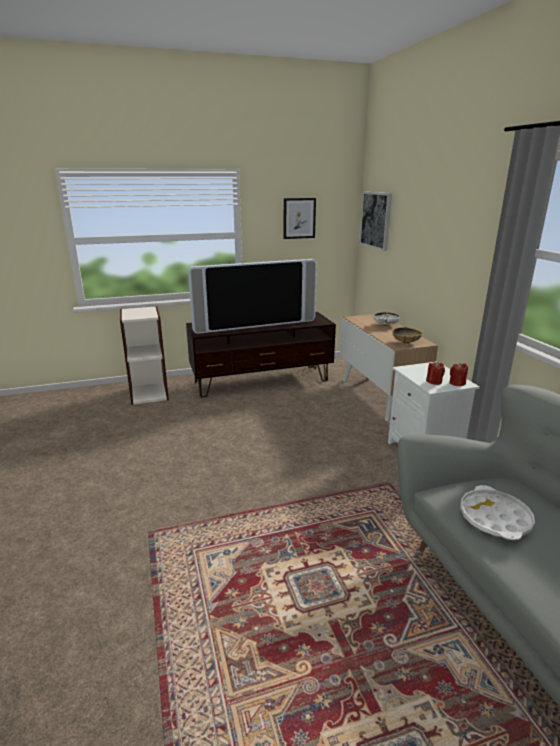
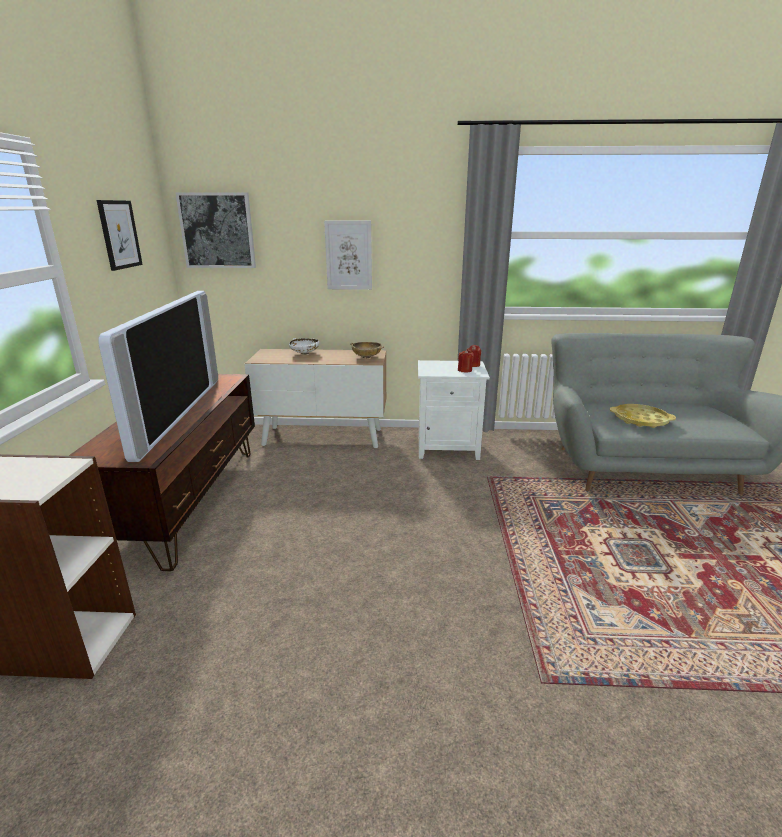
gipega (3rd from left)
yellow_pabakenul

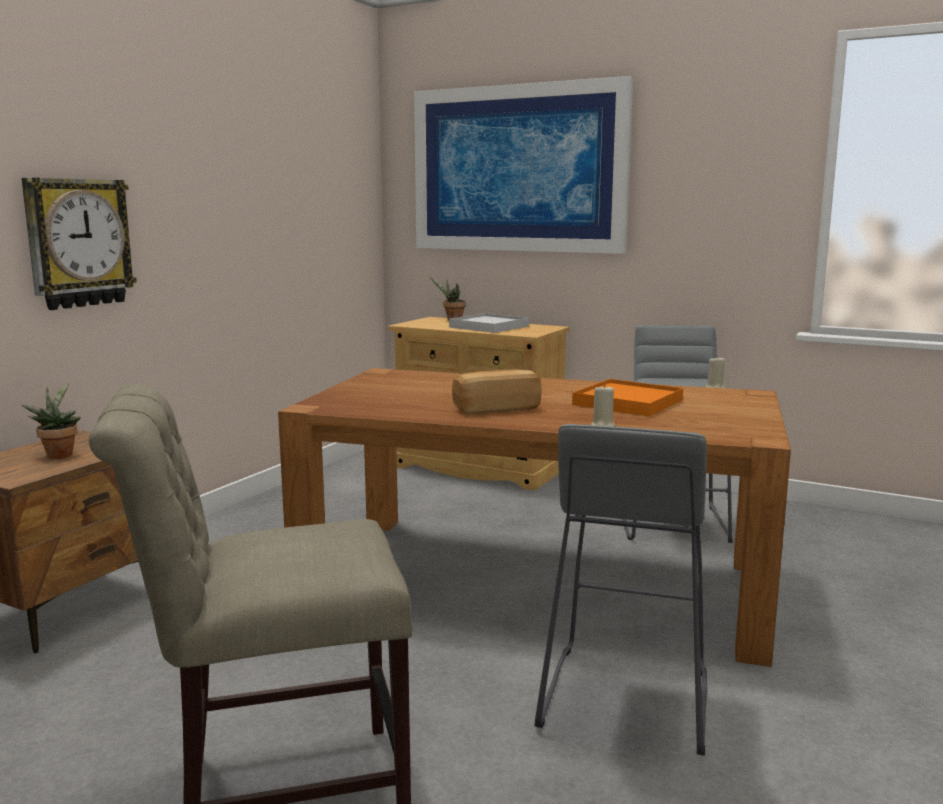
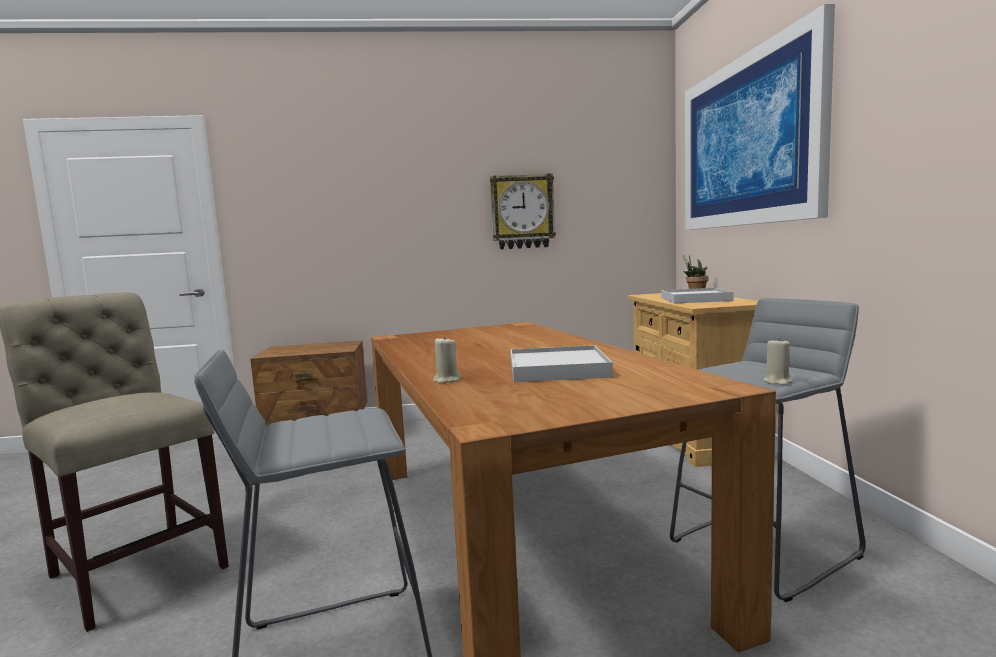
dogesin
white_pabakenul (1st from left)
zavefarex (1st from left in the first image)
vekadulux

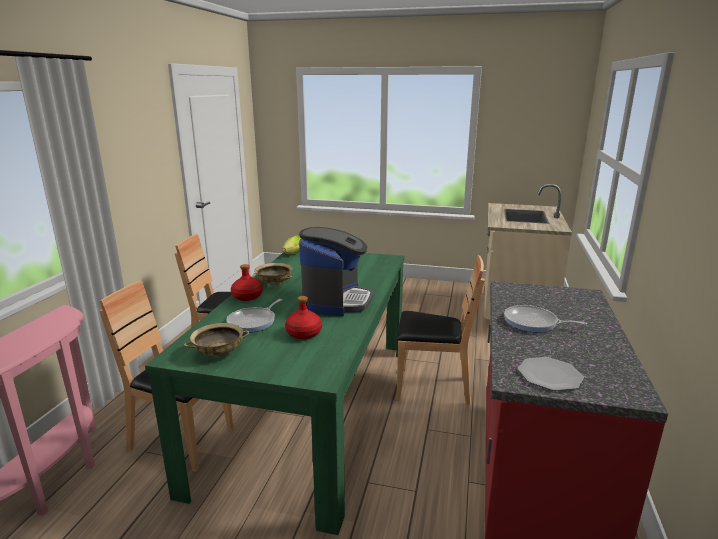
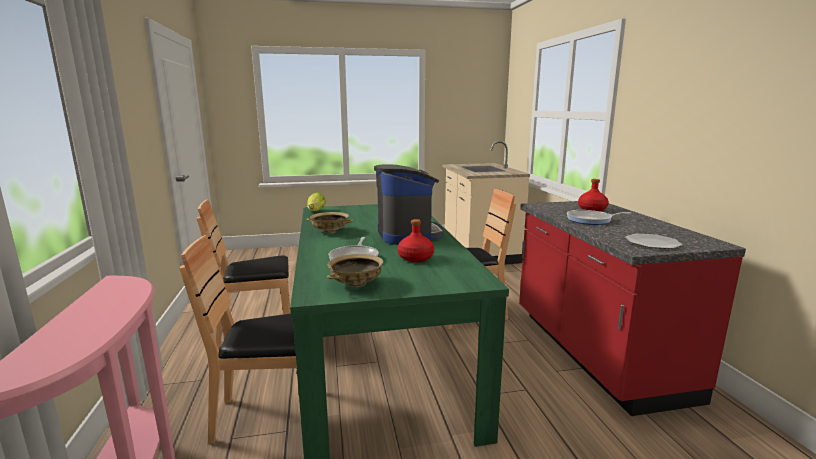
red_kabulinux (2nd from left)

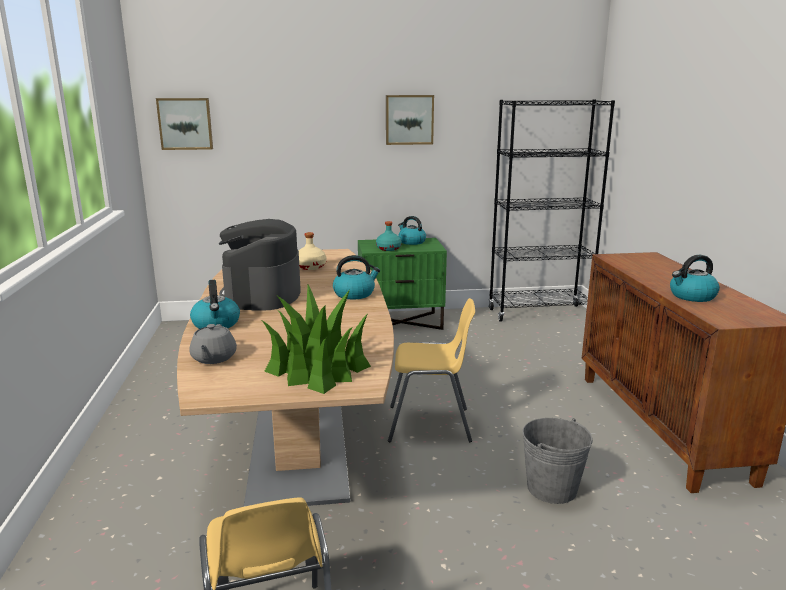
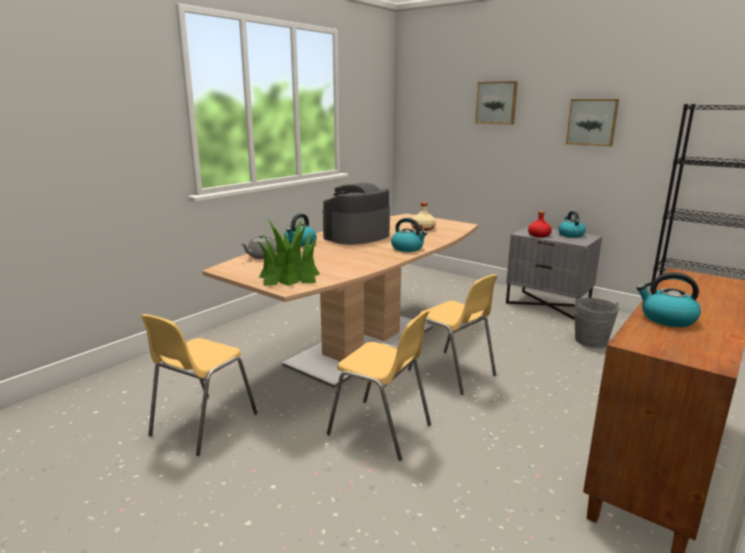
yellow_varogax (2nd from left)
gipega (1st from left)
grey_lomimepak
red_kabulinux
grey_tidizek

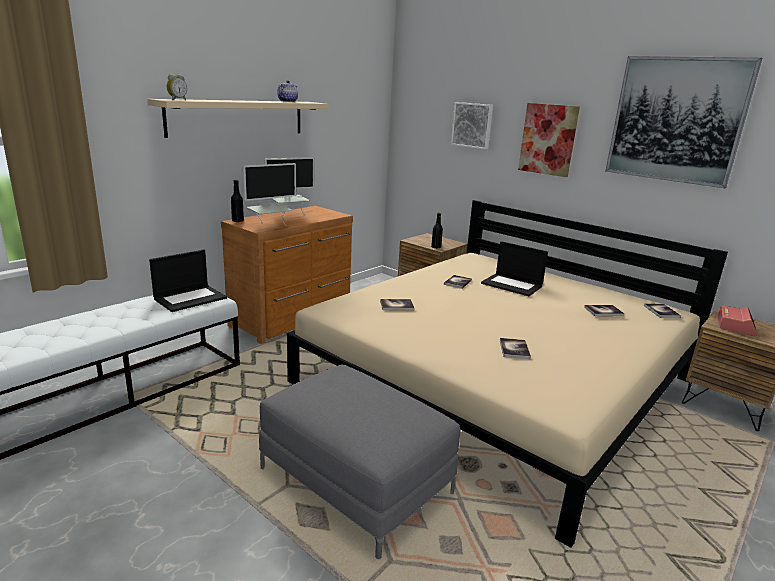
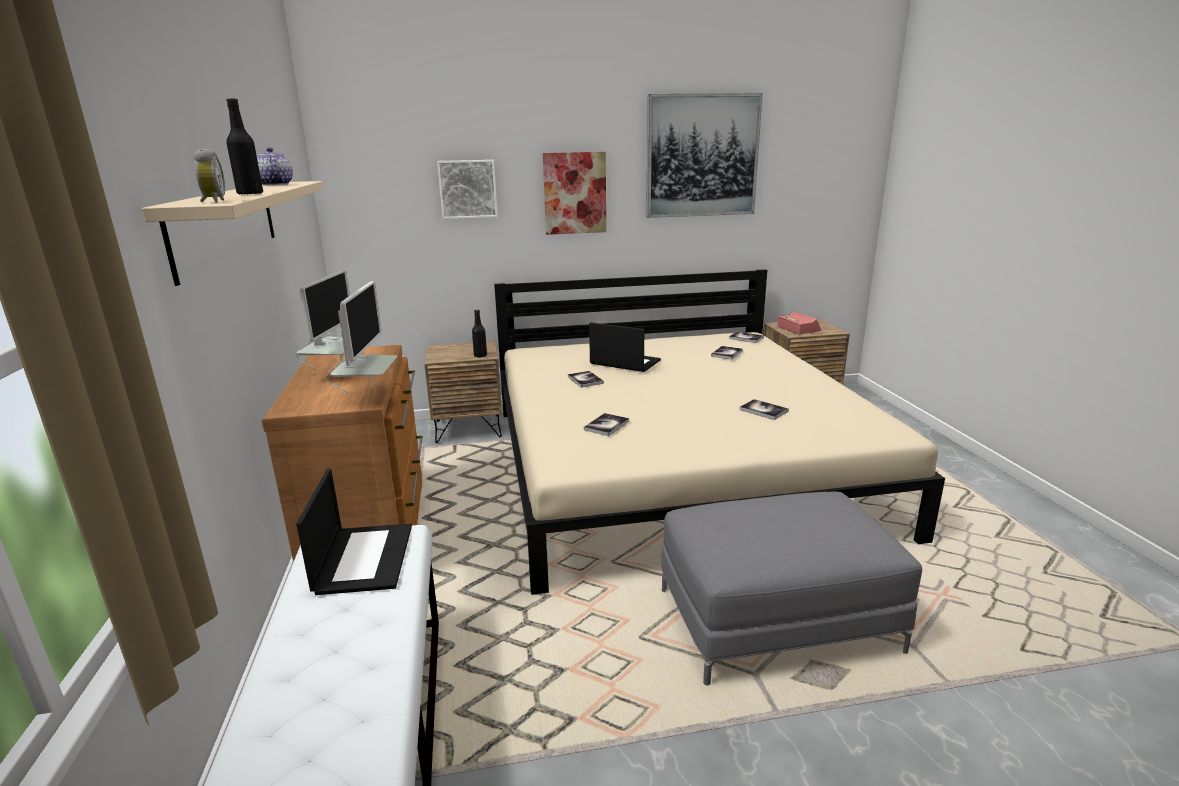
black_kabulinux (1st from left)
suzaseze (2nd from left)

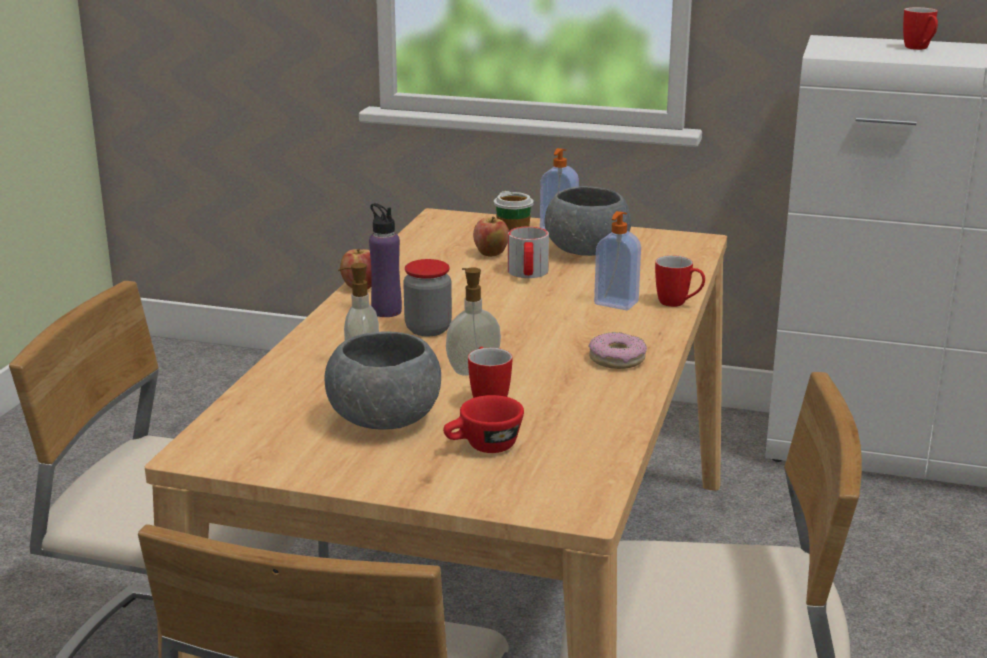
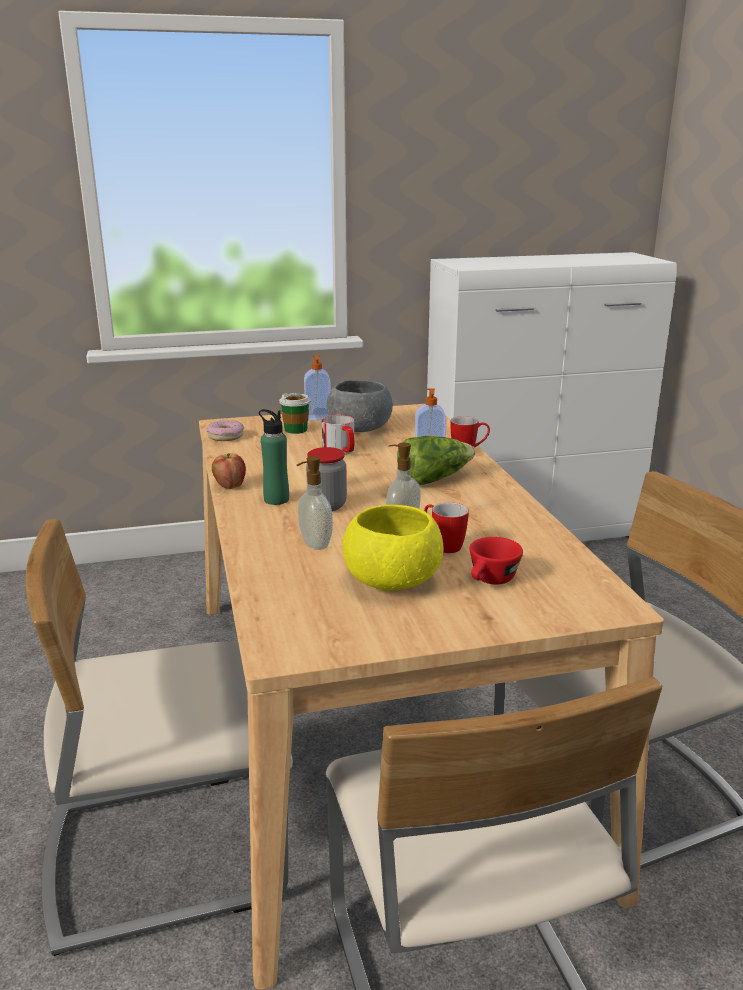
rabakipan
green_kabulinux
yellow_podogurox
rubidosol
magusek (2nd from left in the first image)
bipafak (4th from left in the first image)

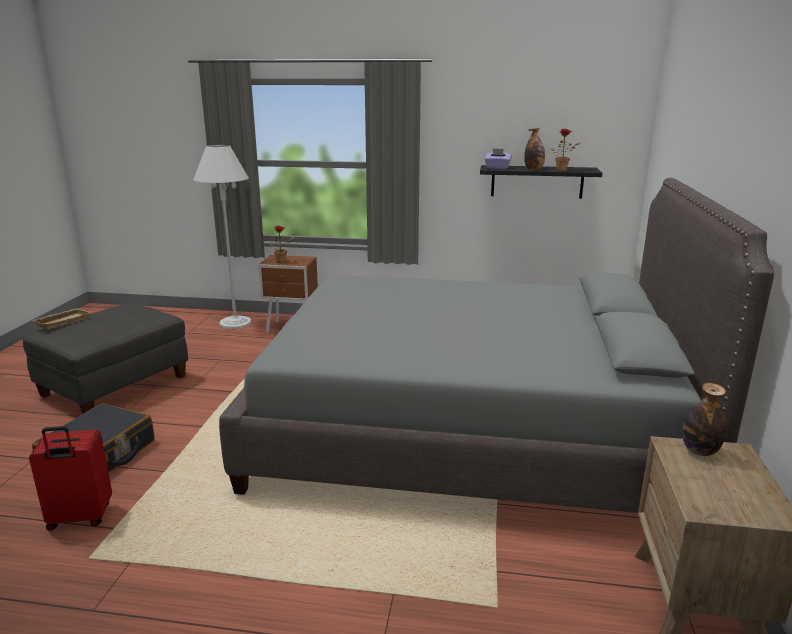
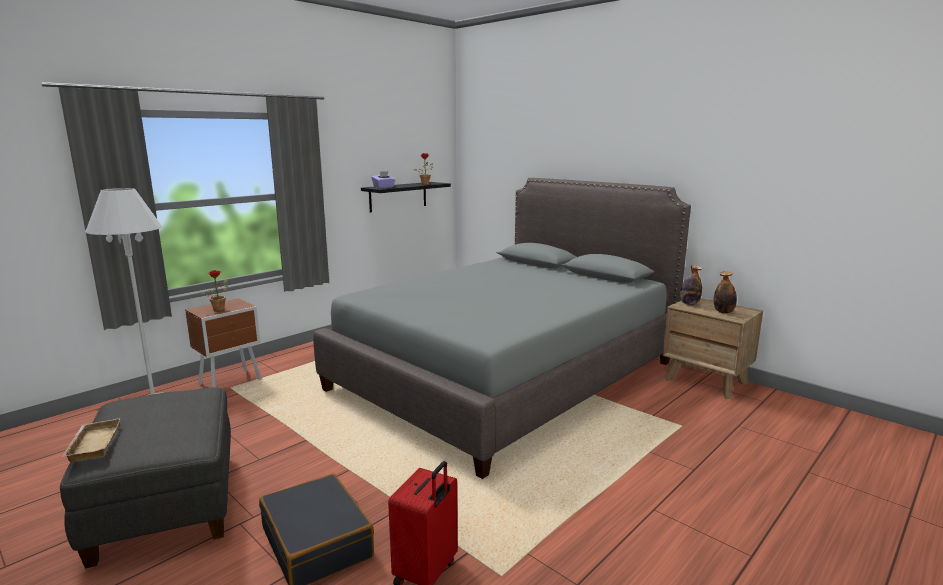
kabulinux (2nd from left)

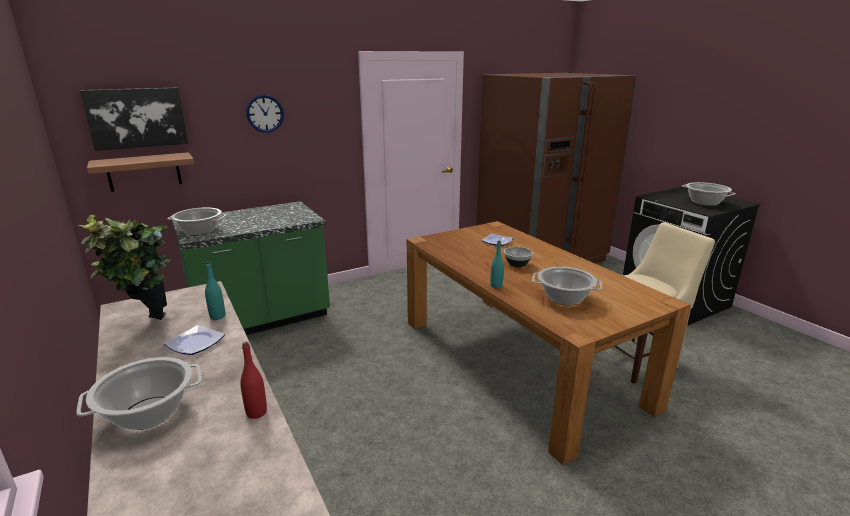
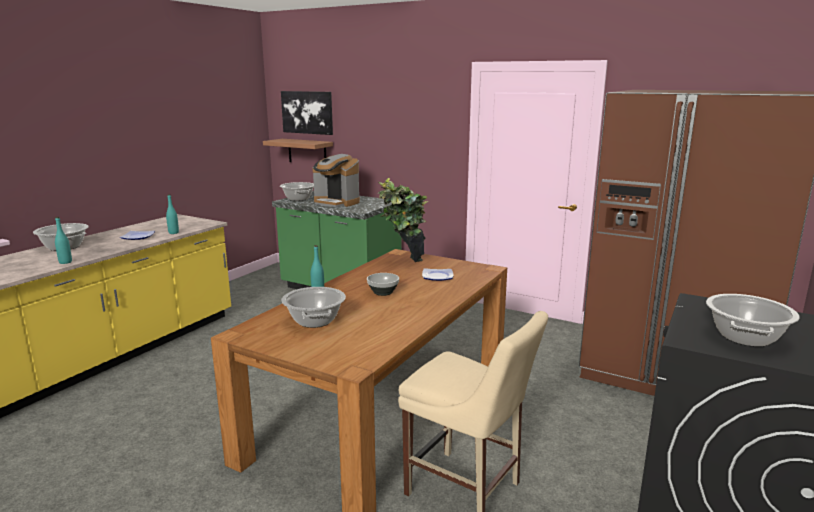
turquoise_kabulinux (1st from left)
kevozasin
zavefarex
dogesin

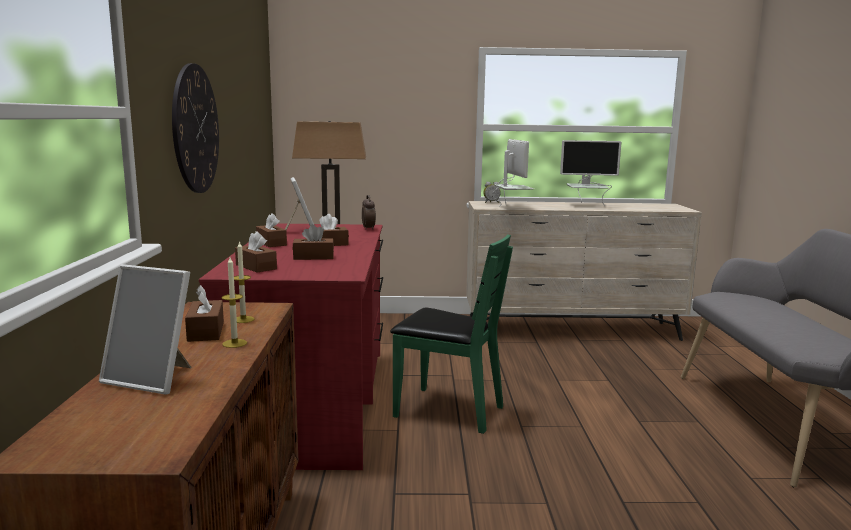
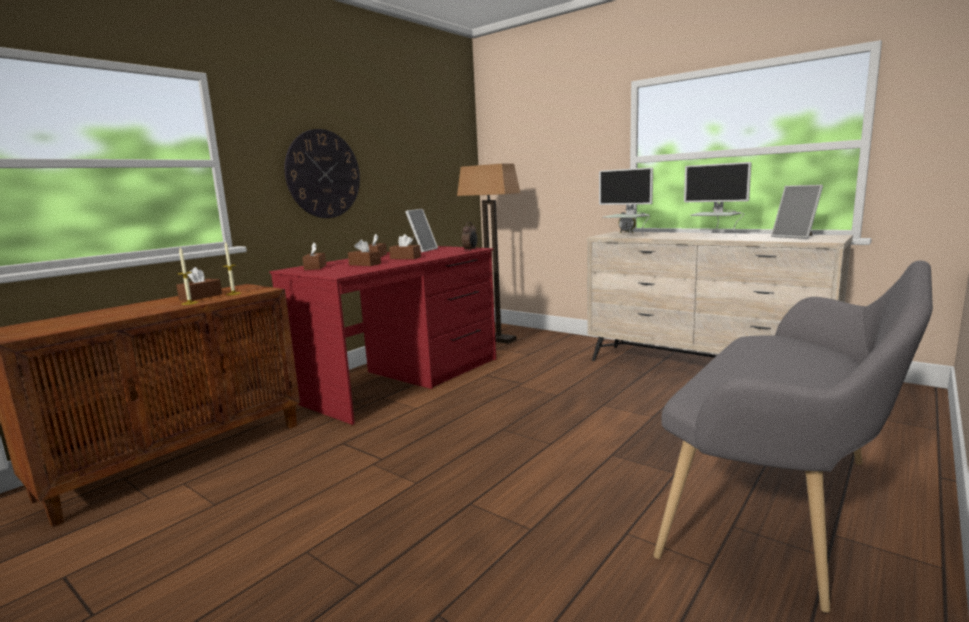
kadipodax (1st from left)
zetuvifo (2nd from left)
green_varogax

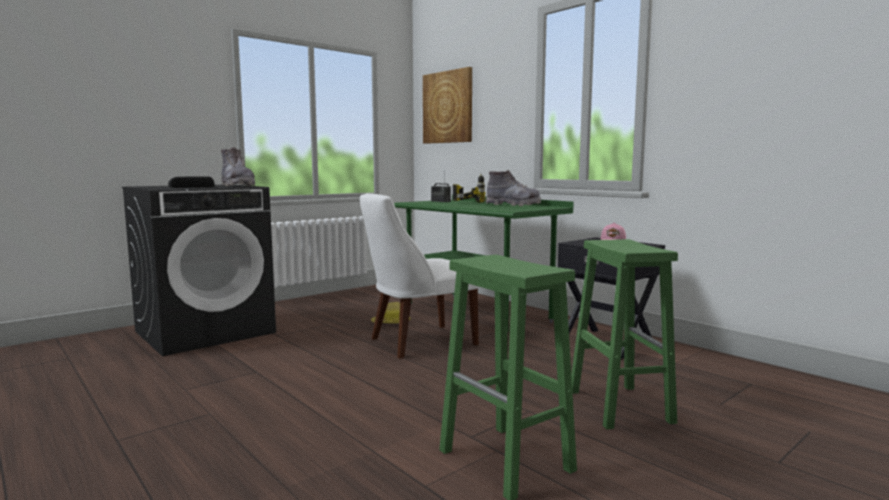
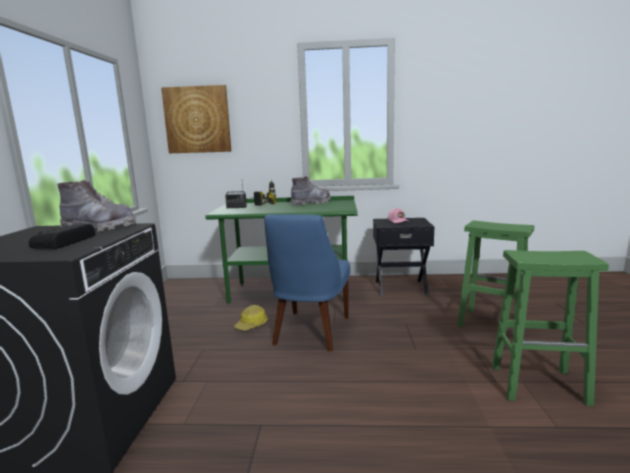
blue_varogax

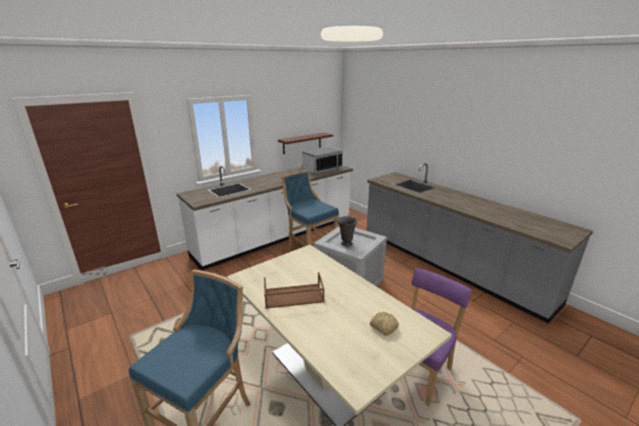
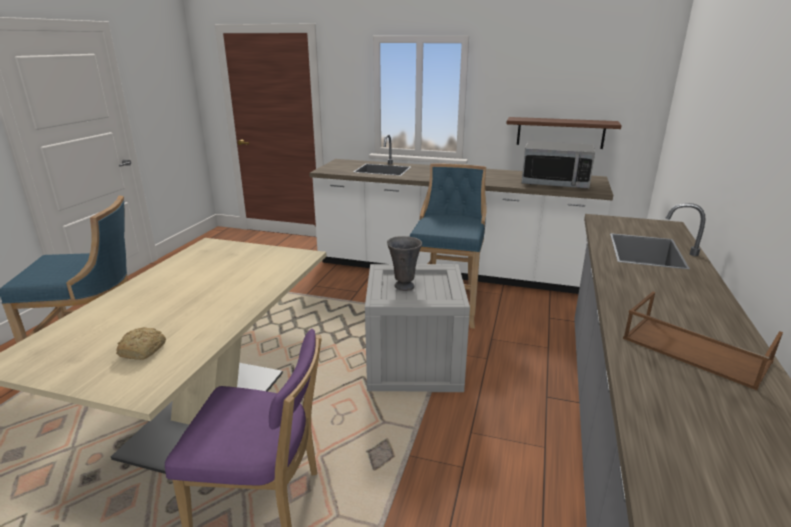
brown_pabakenul

